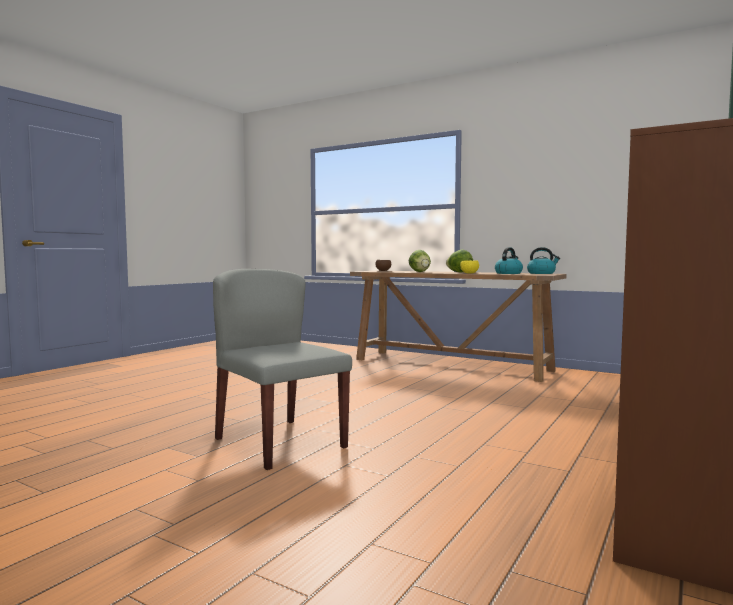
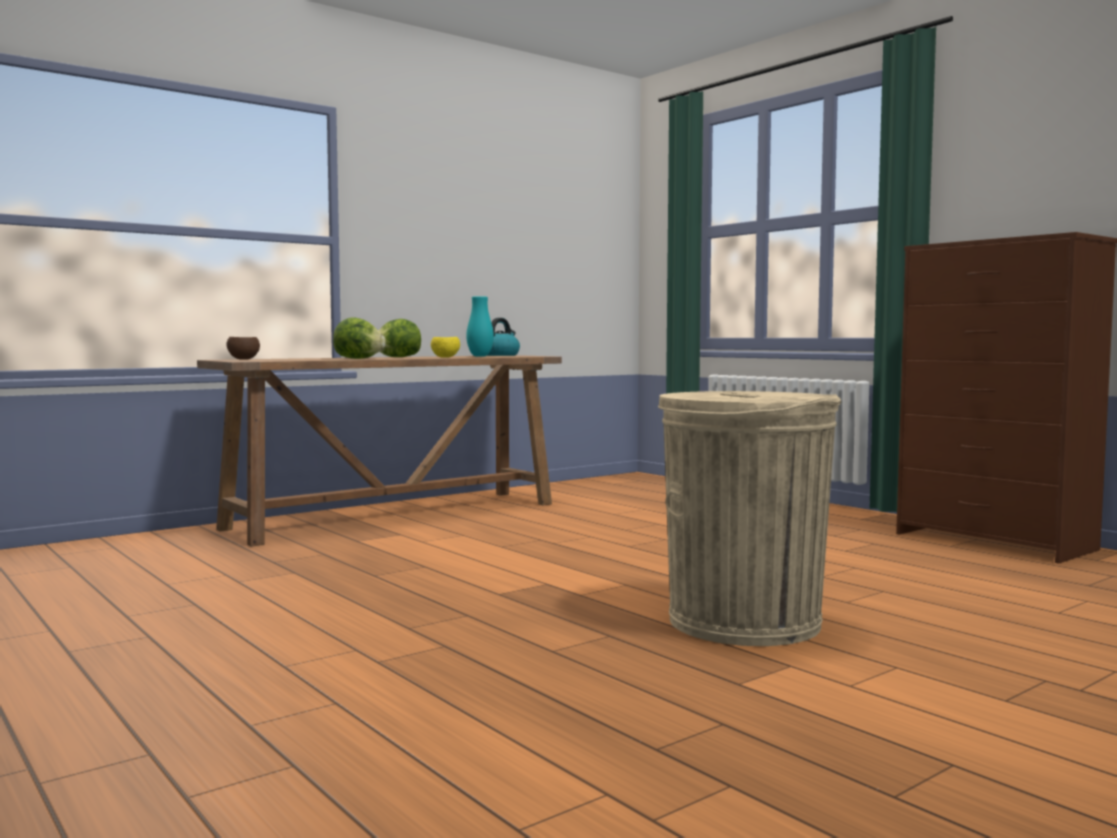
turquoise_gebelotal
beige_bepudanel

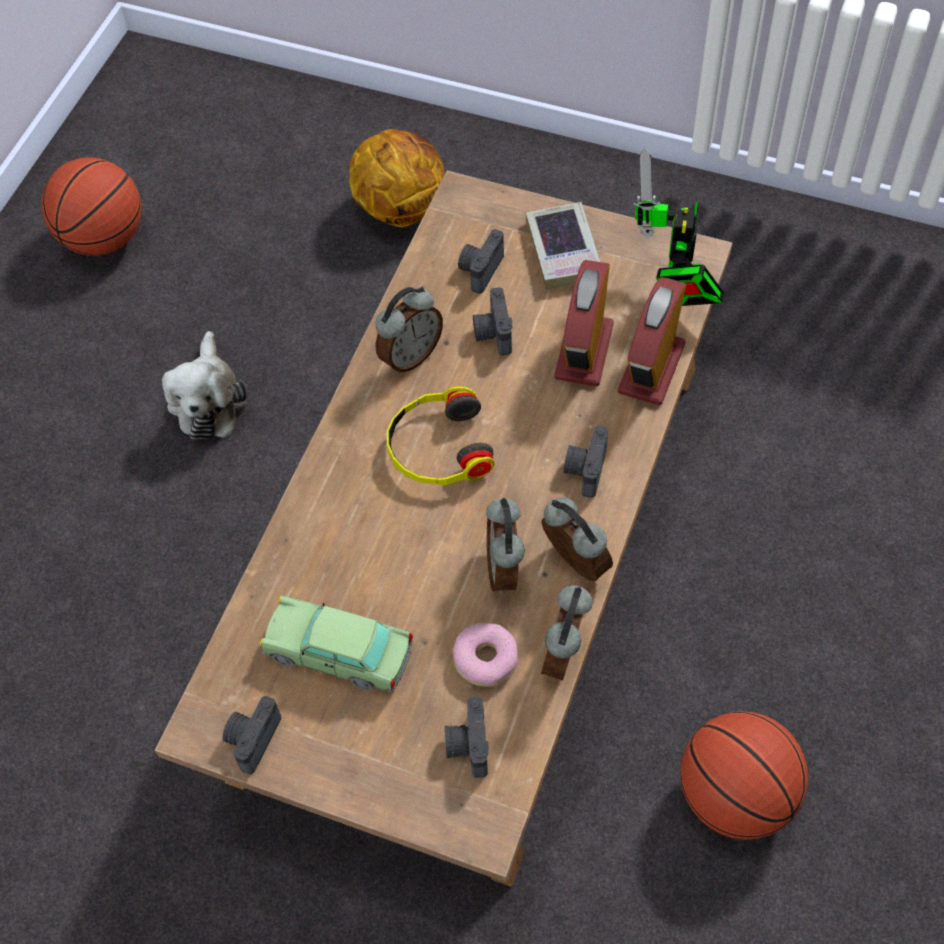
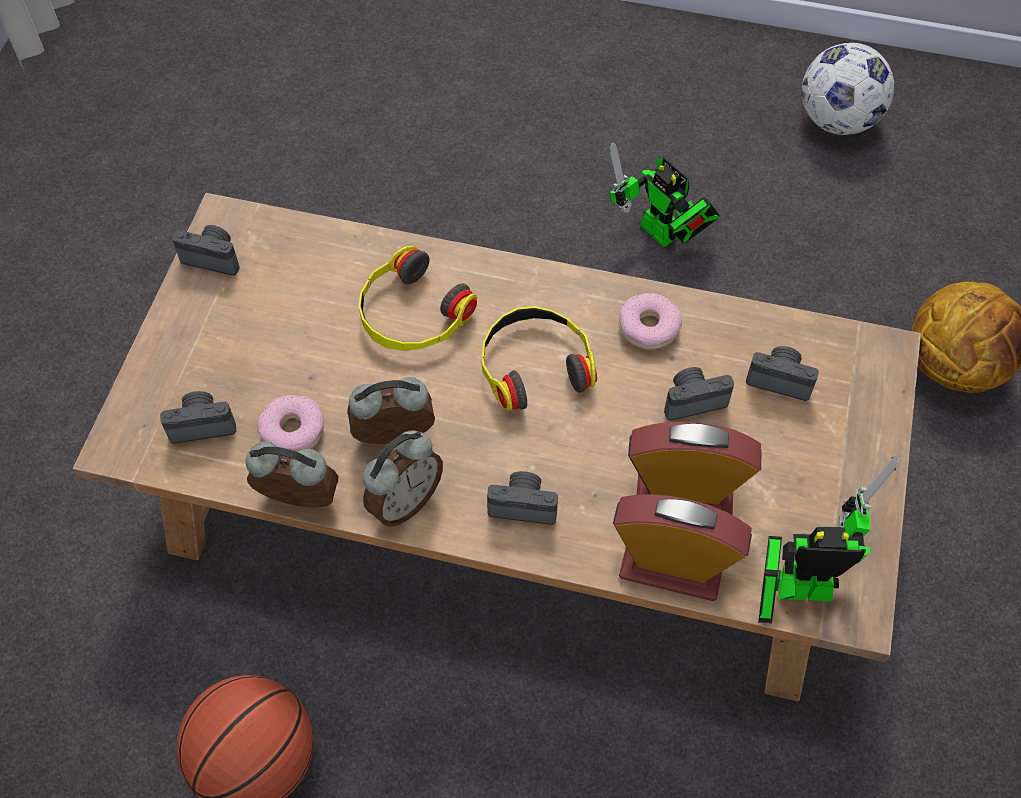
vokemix (1st from left)
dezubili (1st from left)
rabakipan (2nd from left)
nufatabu
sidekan
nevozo

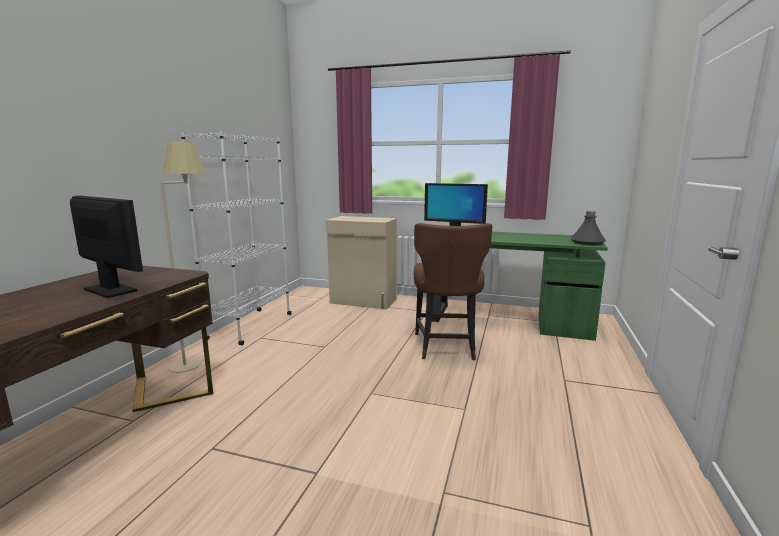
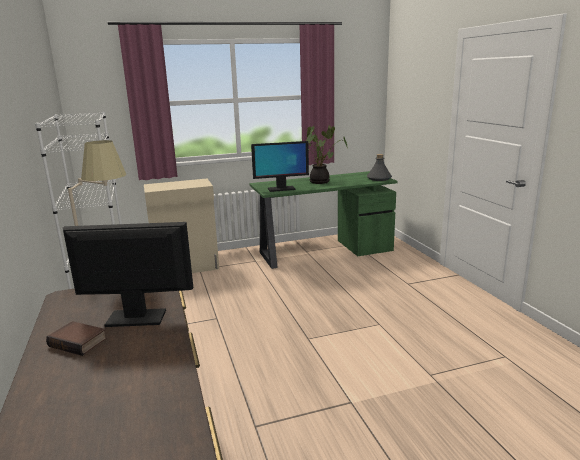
nevozo
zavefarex
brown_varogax

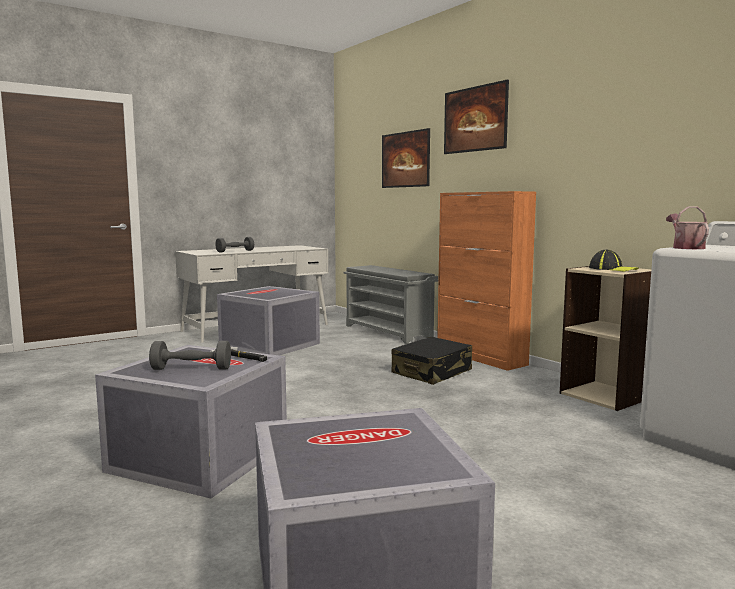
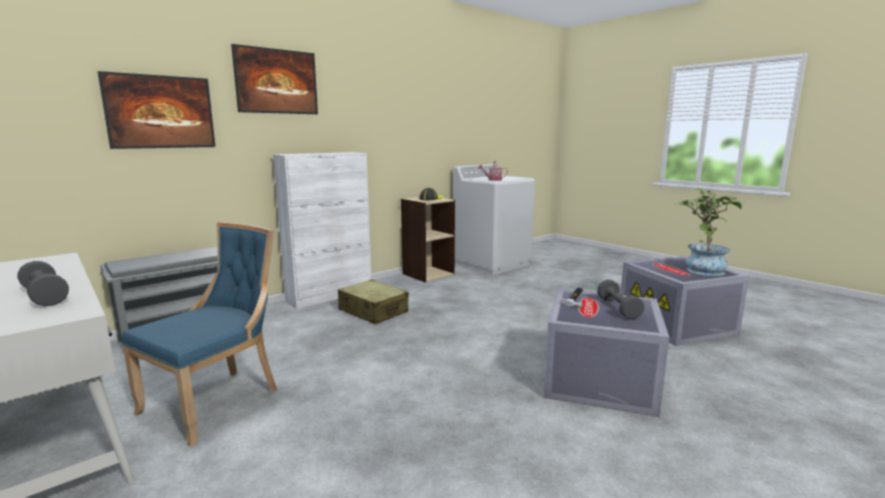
blue_varogax
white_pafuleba
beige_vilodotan
zavefarex

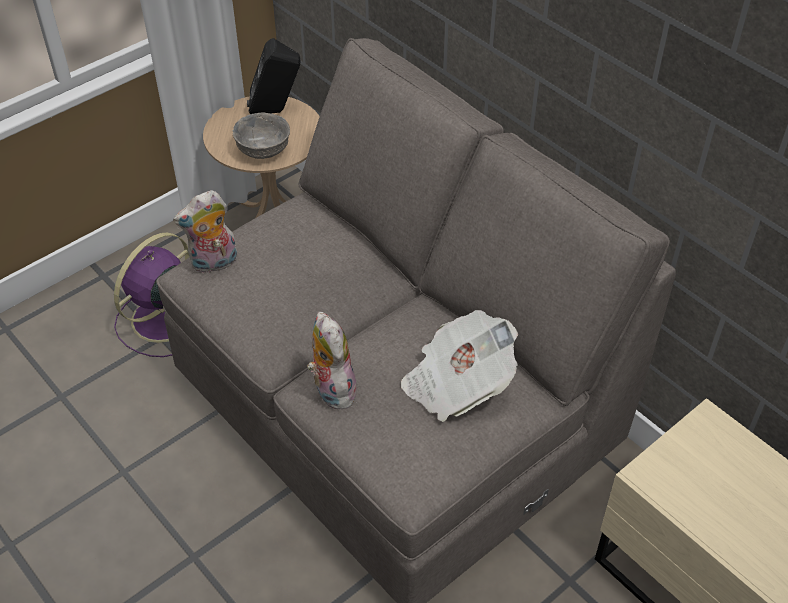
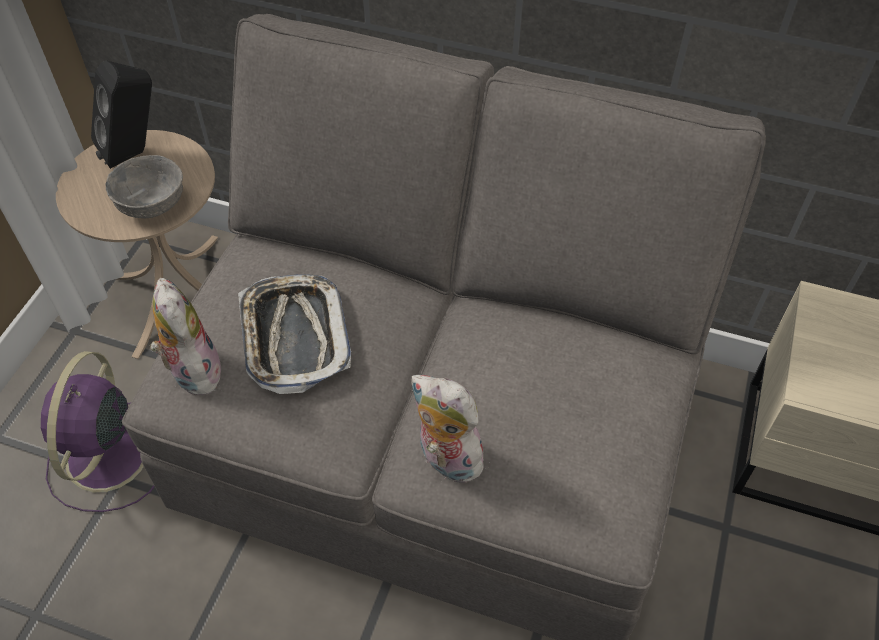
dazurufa (1st from left)
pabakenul
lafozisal

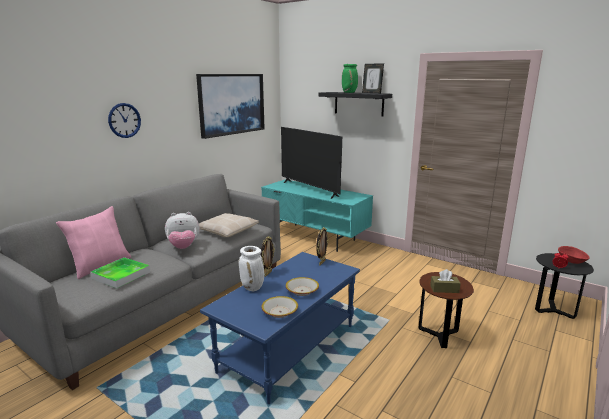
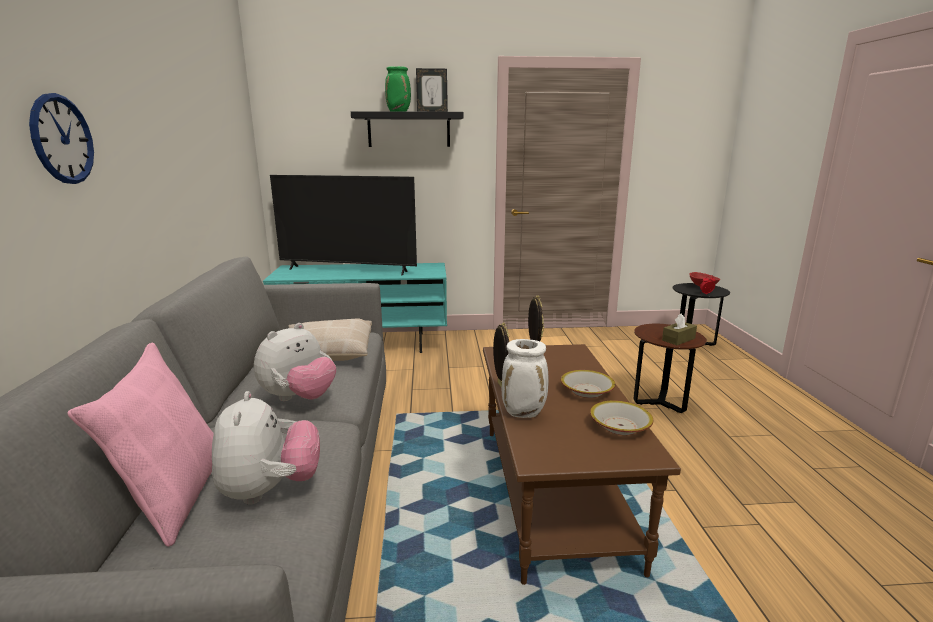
dazurufa (1st from left)
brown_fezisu
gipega

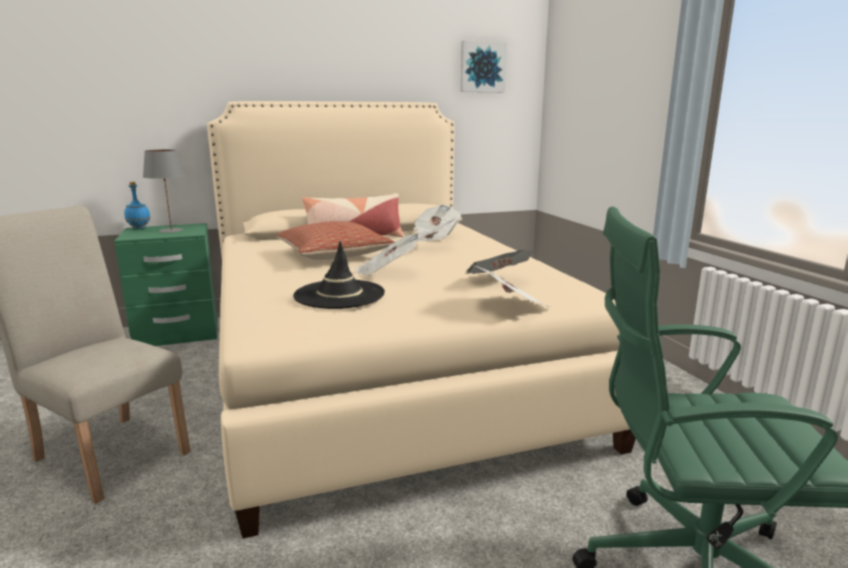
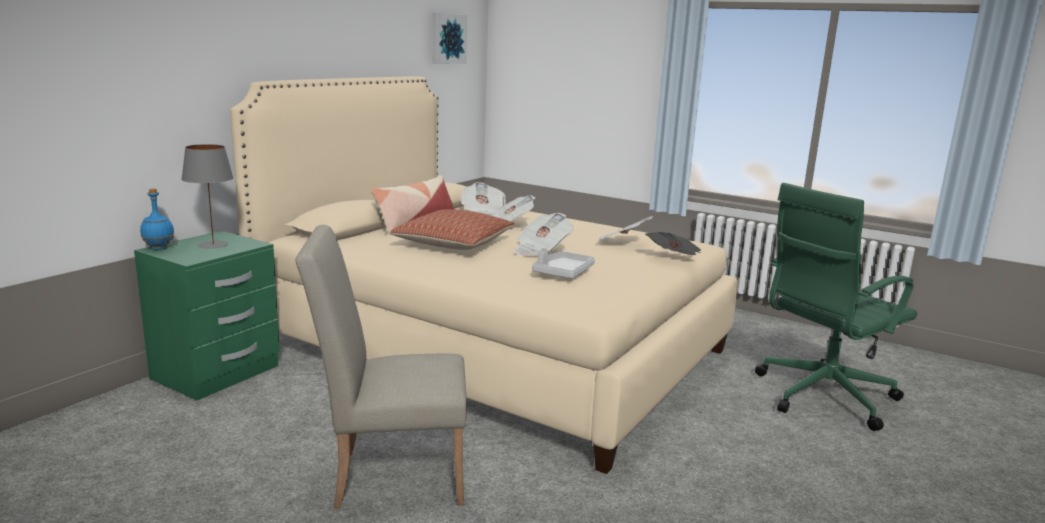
grey_pabakenul

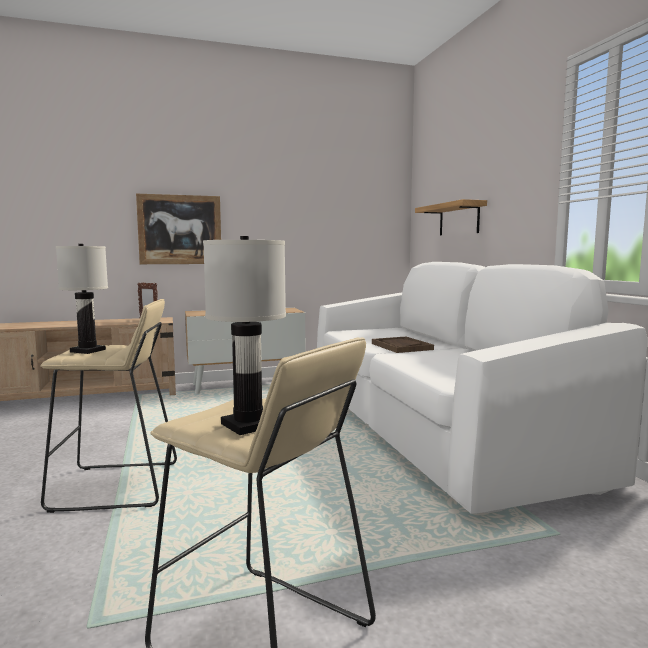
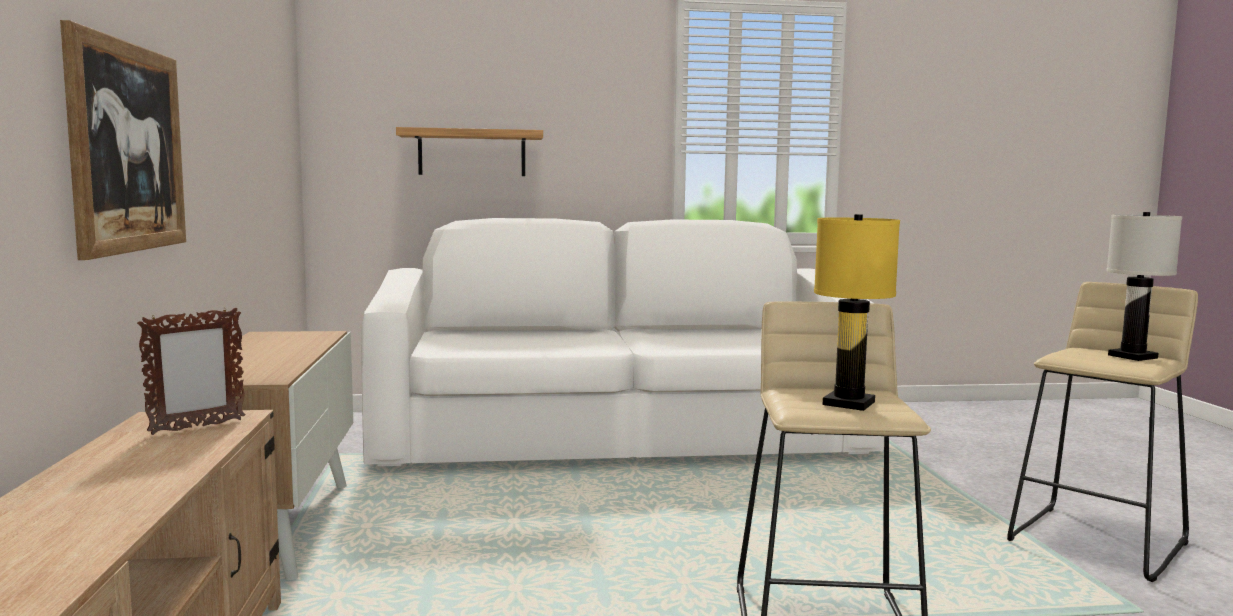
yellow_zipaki
brown_pabakenul

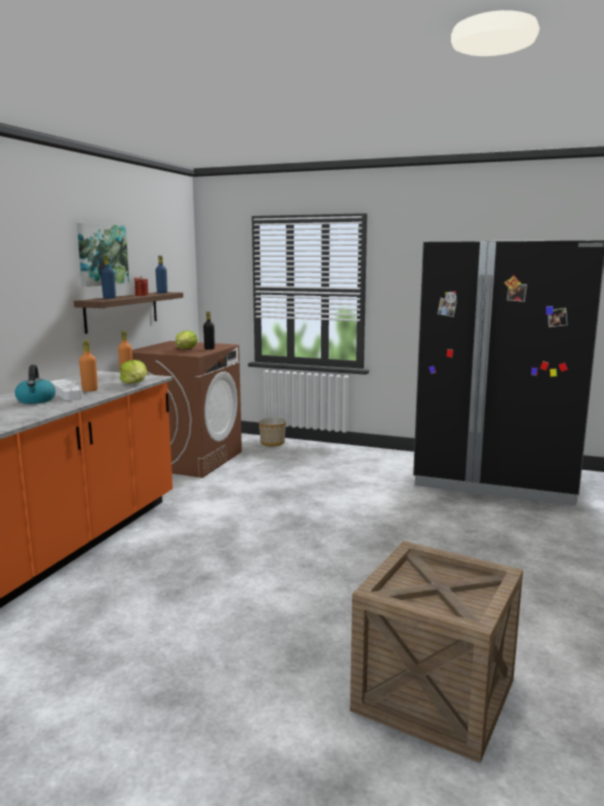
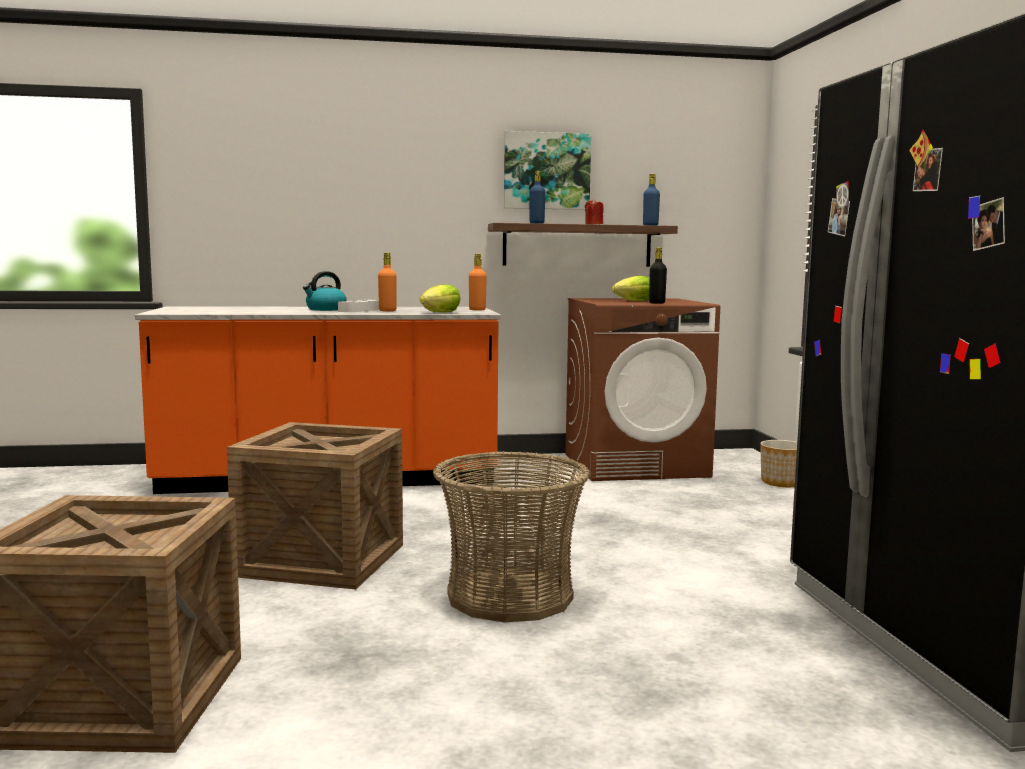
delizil (2nd from left)
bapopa

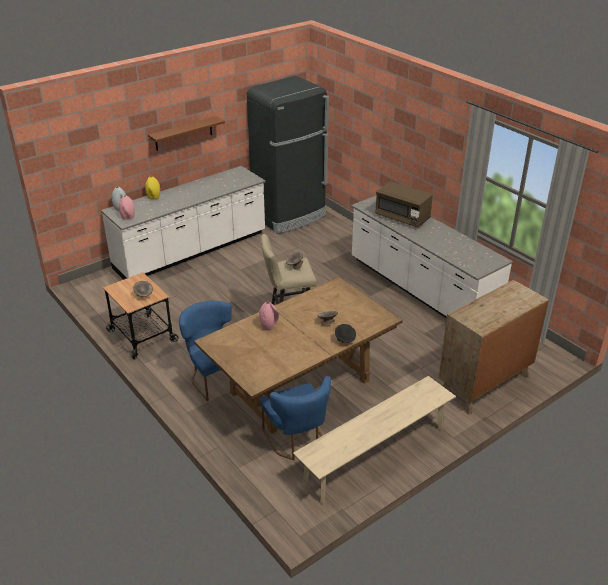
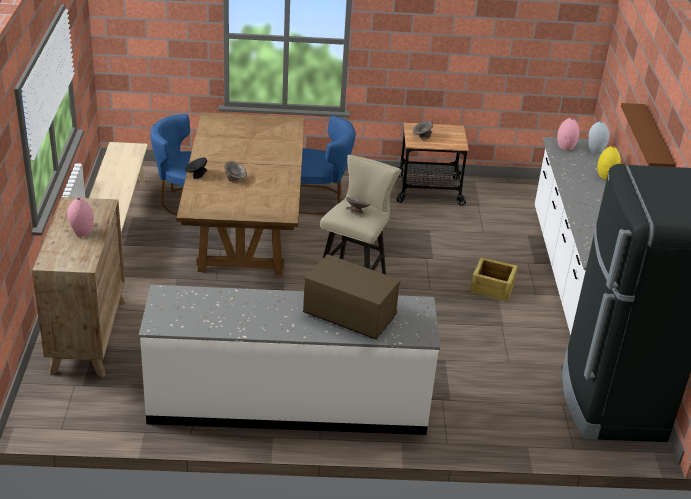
pink_gebelotal (1st from left)
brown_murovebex
delizil

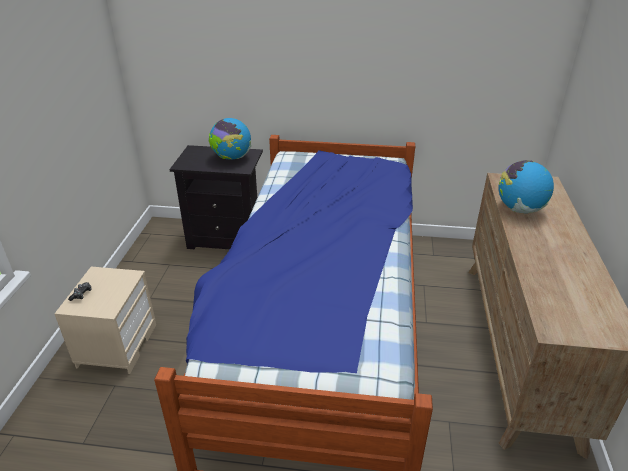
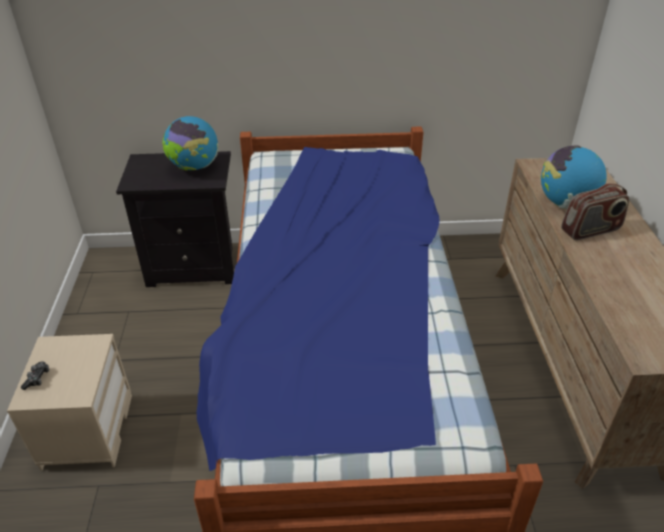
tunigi

